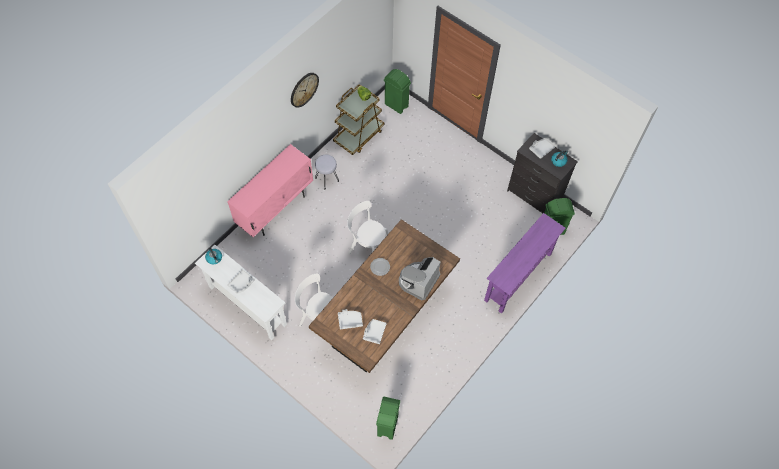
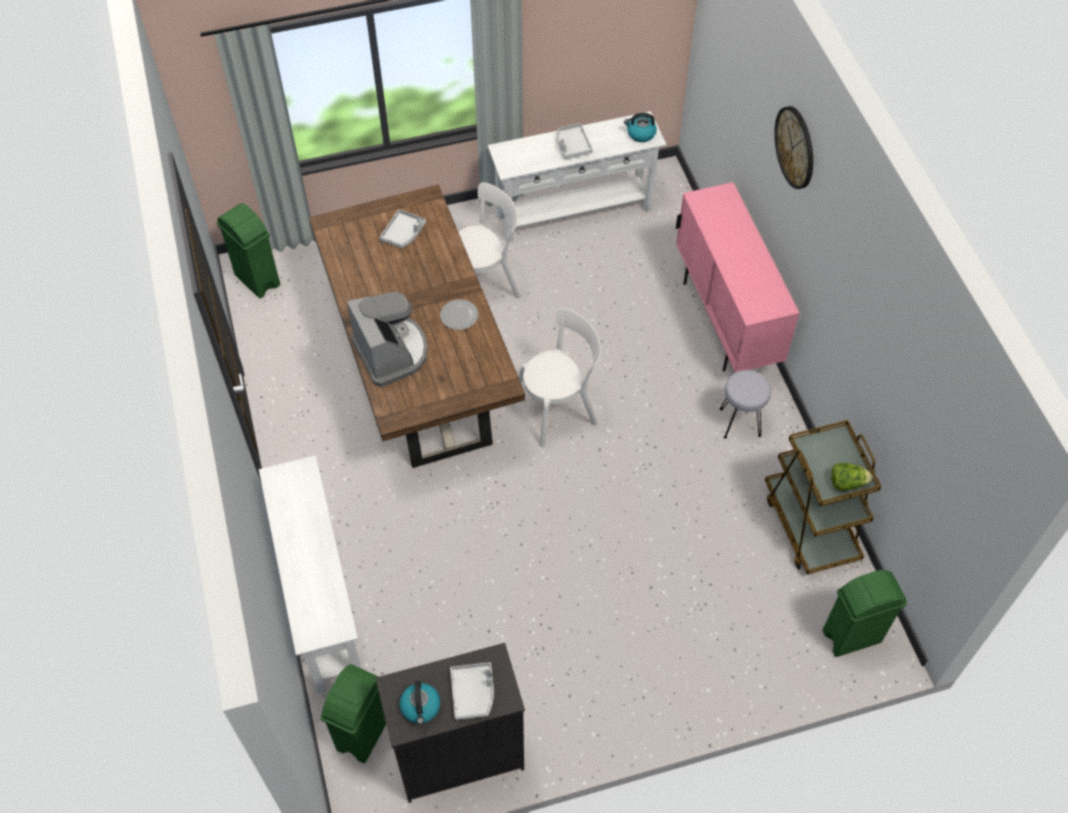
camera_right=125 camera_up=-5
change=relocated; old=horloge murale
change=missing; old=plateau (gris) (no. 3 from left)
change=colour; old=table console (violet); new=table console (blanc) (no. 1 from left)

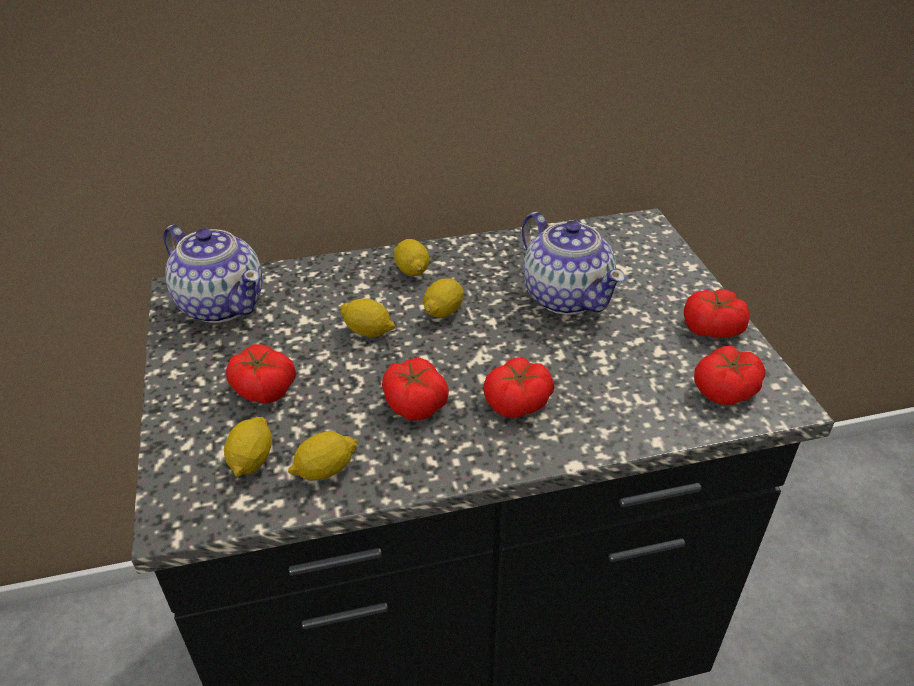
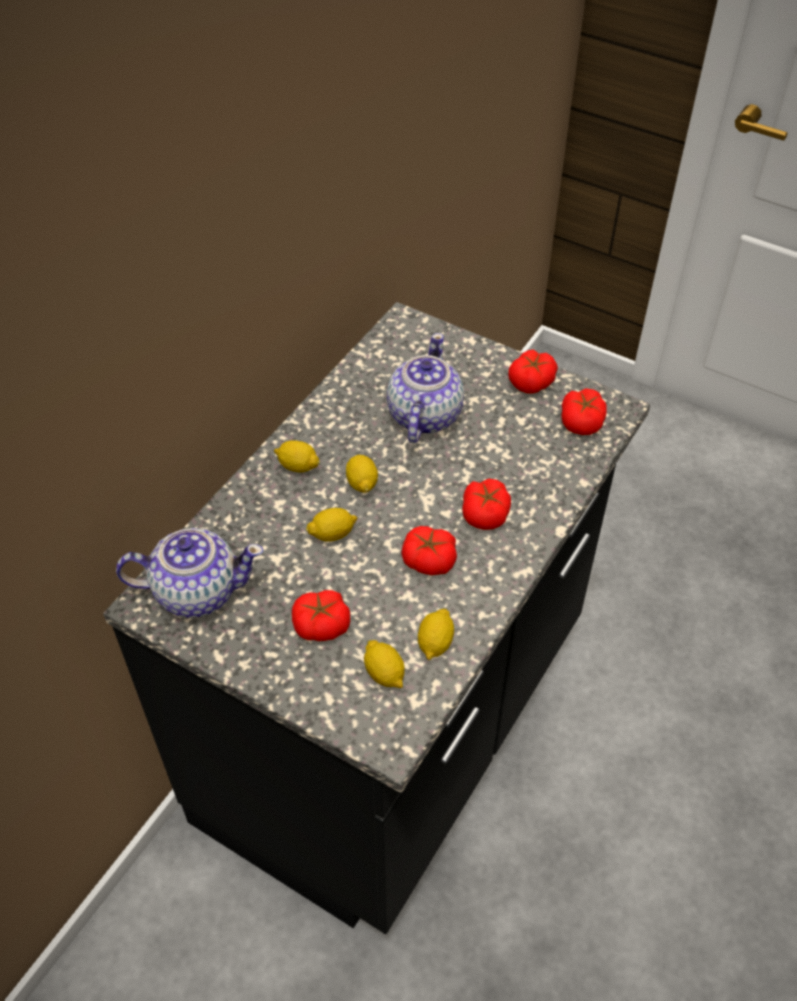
camera_right=-45 camera_up=10
change=spun; old=théière (no. 2 from left); degrees=-90

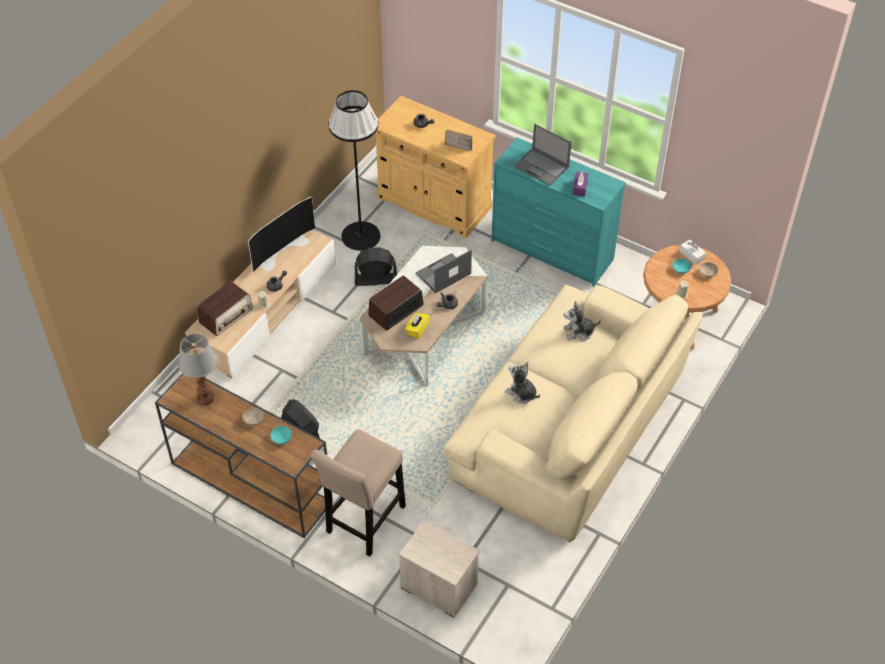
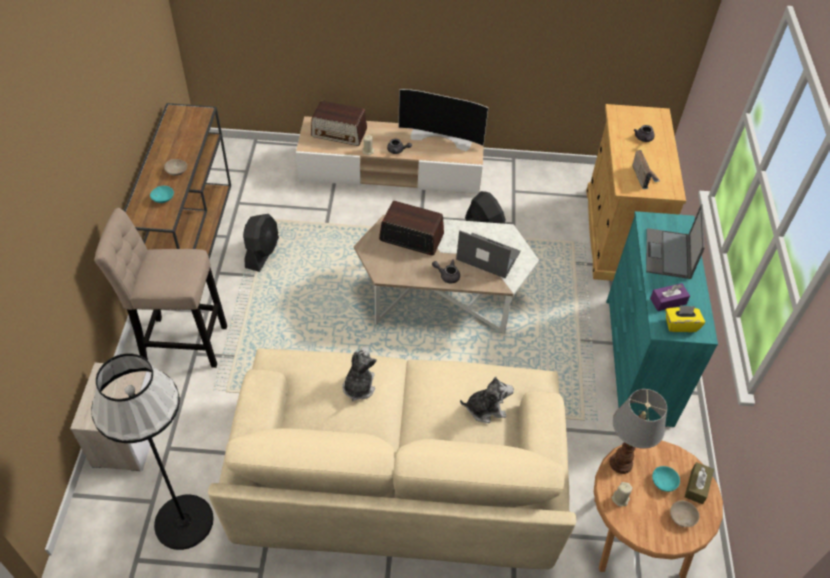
camera_right=60 camera_up=0
change=relocated; old=lampe de table
change=relocated; old=lampadaire (noir)
change=relocated; old=boîte à mouchoirs (jaune)
change=spun; old=peluche (no. 2 from left); degrees=120
change=colour; old=boîte à mouchoirs (blanc); new=boîte à mouchoirs (marron)

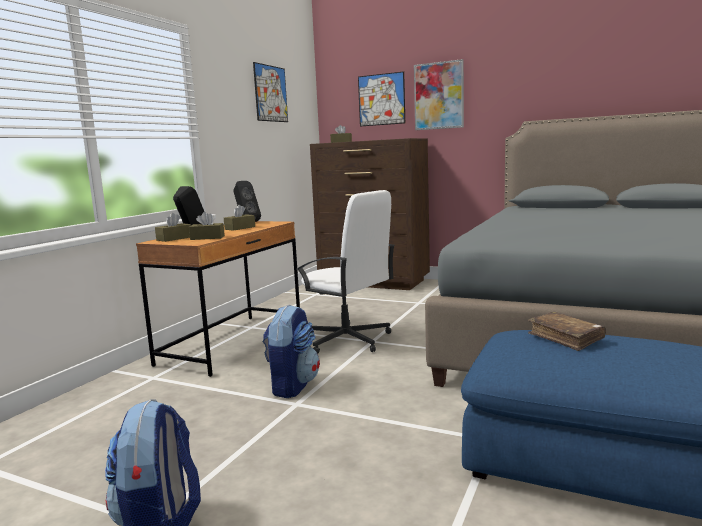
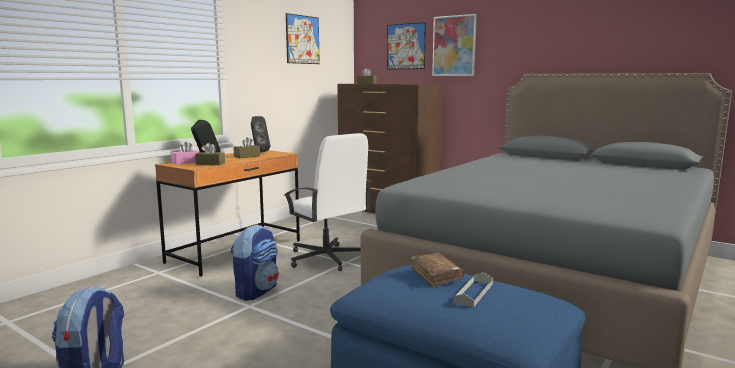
camera_right=10 camera_up=0
change=colour; old=boîte à mouchoirs (marron) (no. 1 from left); new=boîte à mouchoirs (rose)
change=appeared; new=plateau (gris)

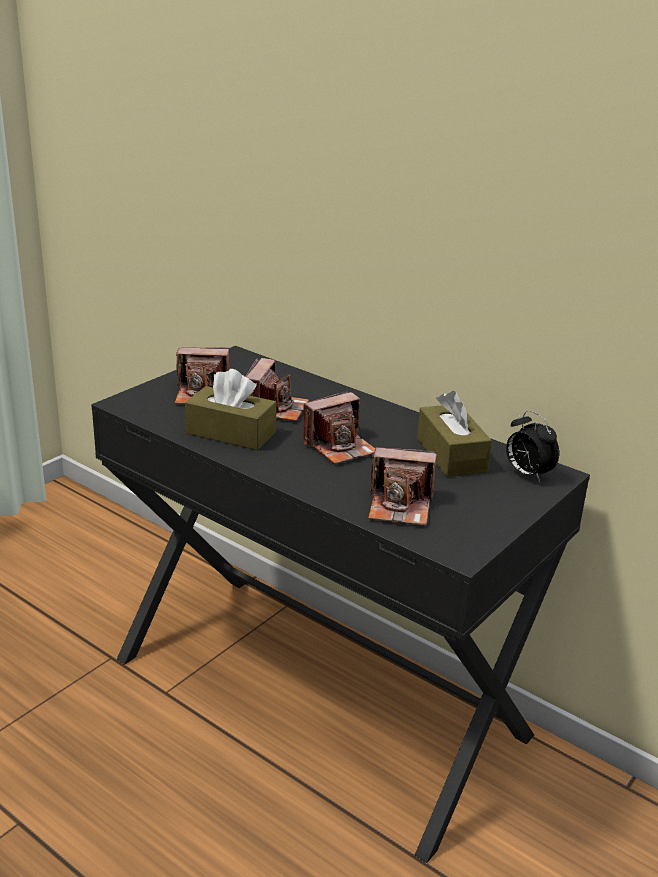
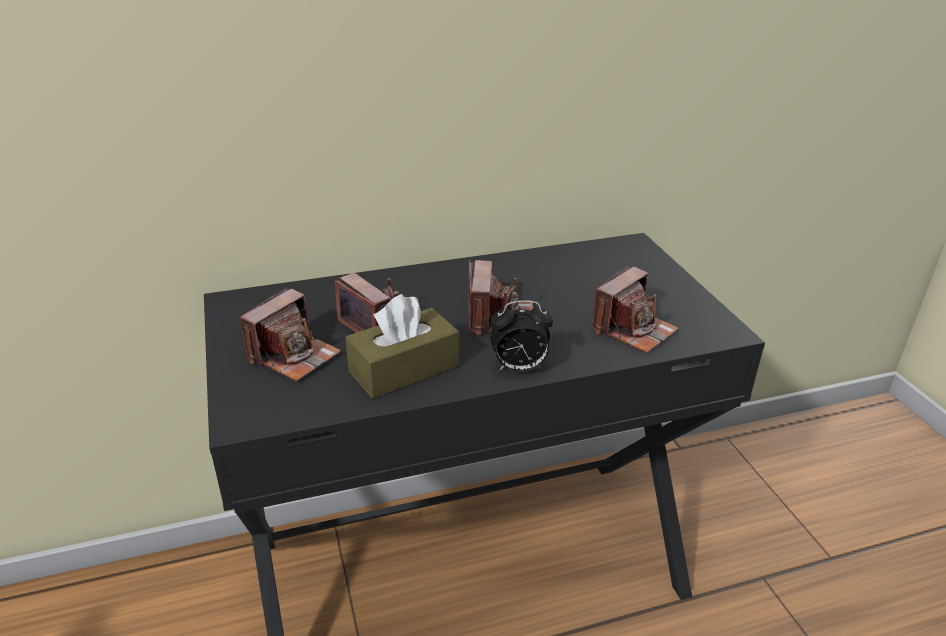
camera_right=-55 camera_up=5
change=missing; old=boîte à mouchoirs (marron) (no. 2 from left)
change=relocated; old=réveil

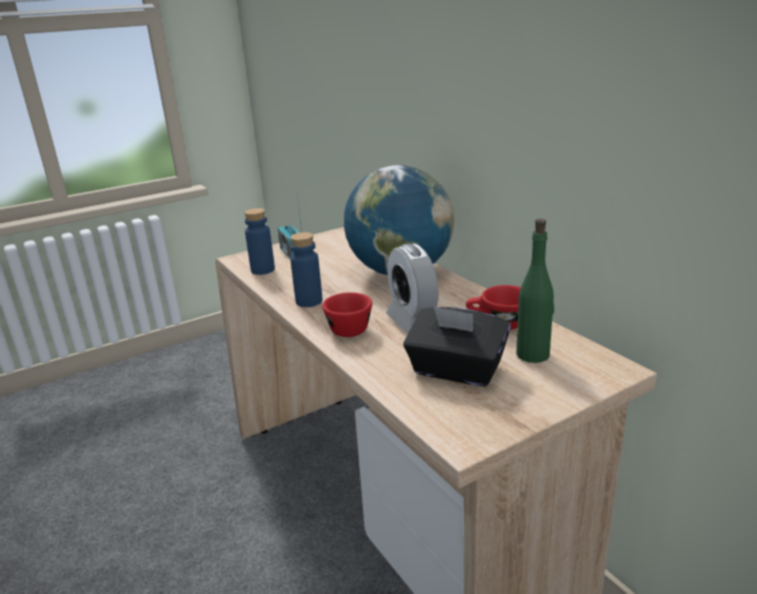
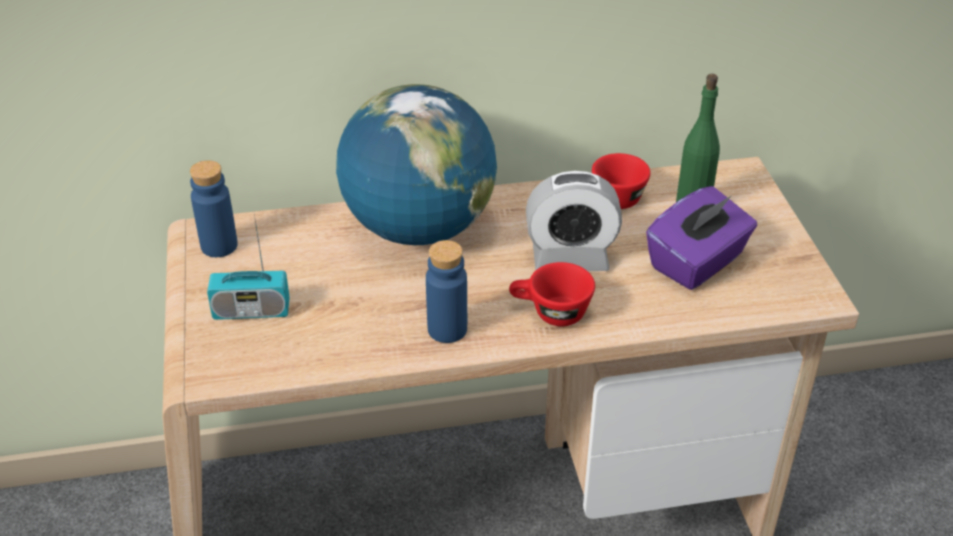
camera_right=-70 camera_up=15
change=relocated; old=bouteille (bleu) (no. 1 from left)
change=colour; old=boîte à mouchoirs (noir); new=boîte à mouchoirs (violet)

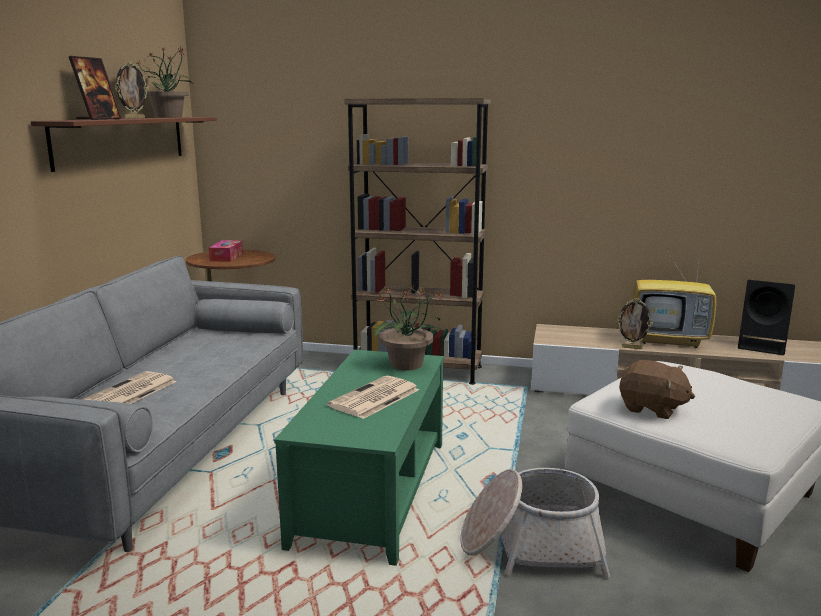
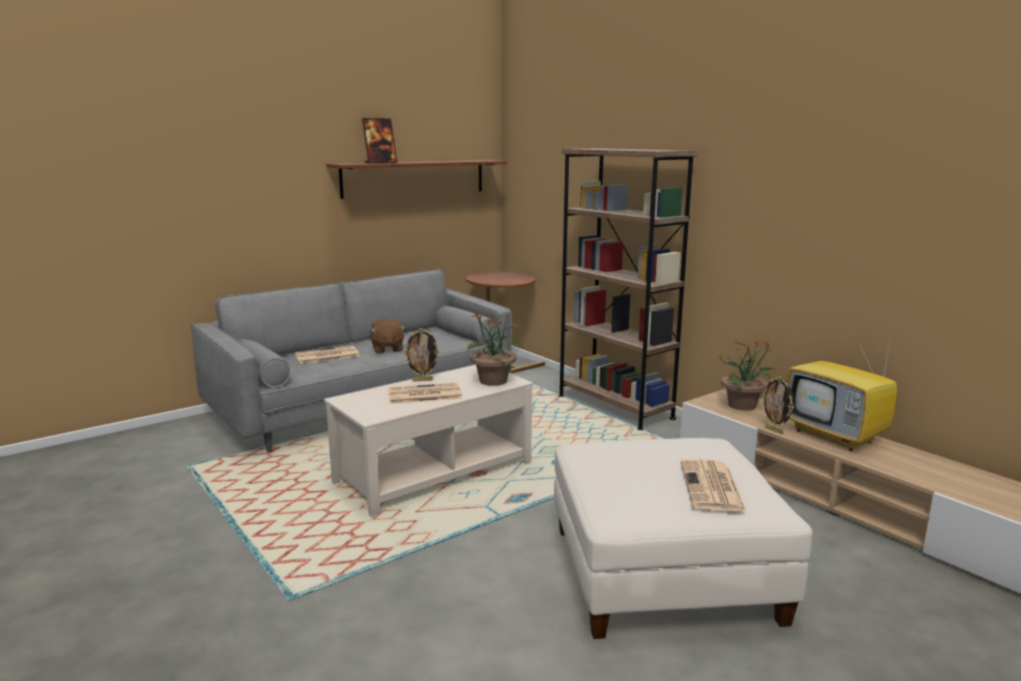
camera_right=40 camera_up=0
change=relocated; old=cadre photo (no. 2 from left)
change=relocated; old=plante en pot (no. 1 from left in the first image); new=plante en pot (no. 2 from left)
change=missing; old=boîte à mouchoirs
change=colour; old=table basse (vert); new=table basse (beige)
change=missing; old=panier
change=relocated; old=peluche (marron)
change=missing; old=enceinte (noir)
change=appeared; new=journal (no. 3 from left)

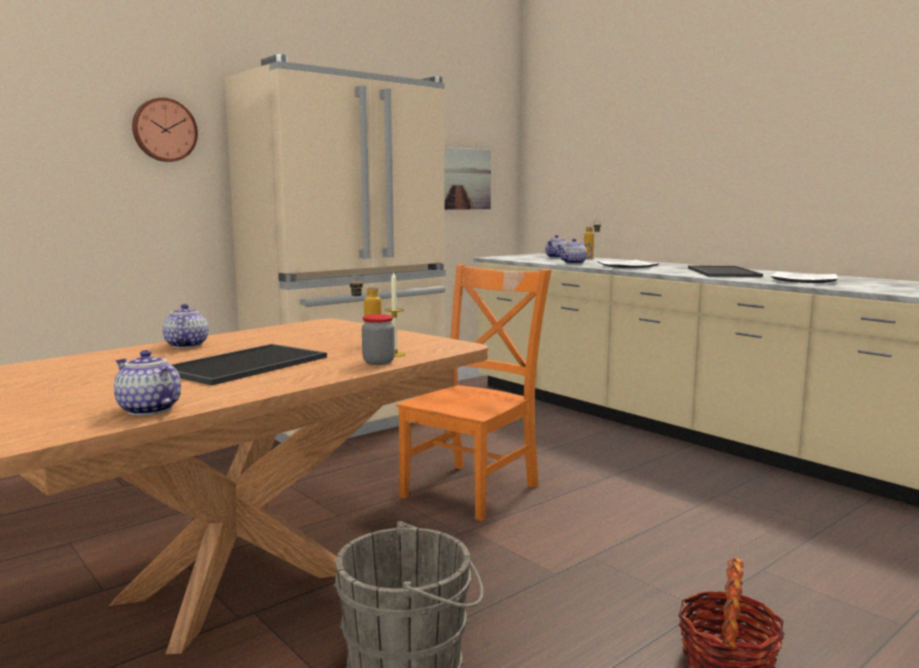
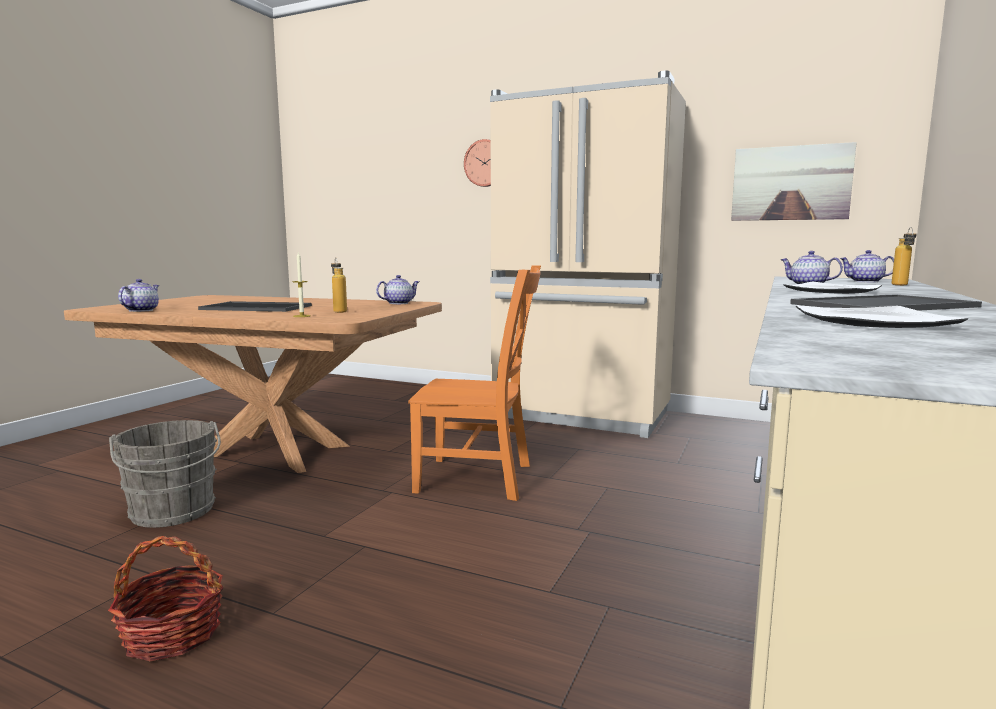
camera_right=65 camera_up=0
change=relocated; old=théière (no. 2 from left)
change=missing; old=bocal

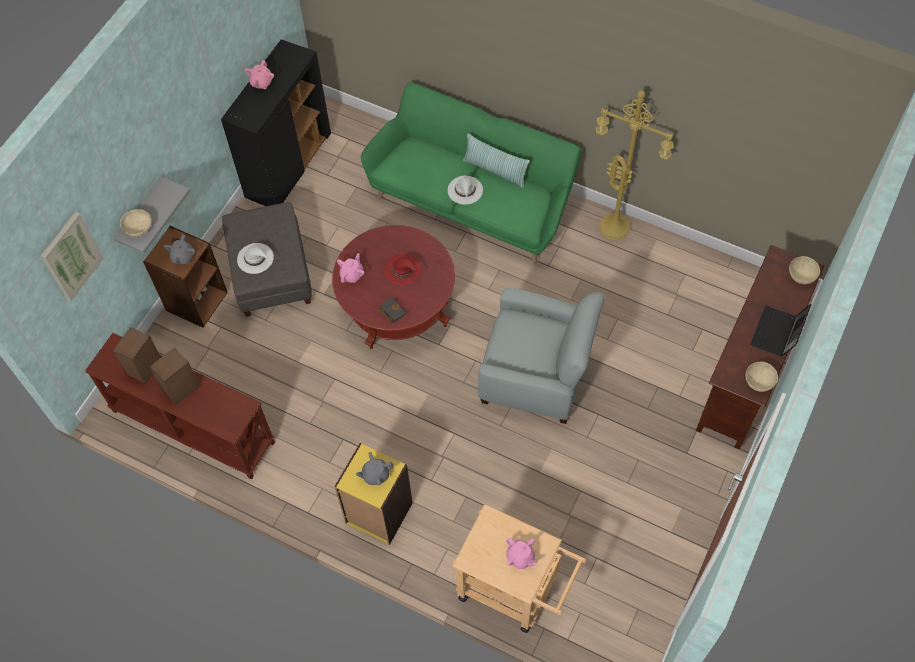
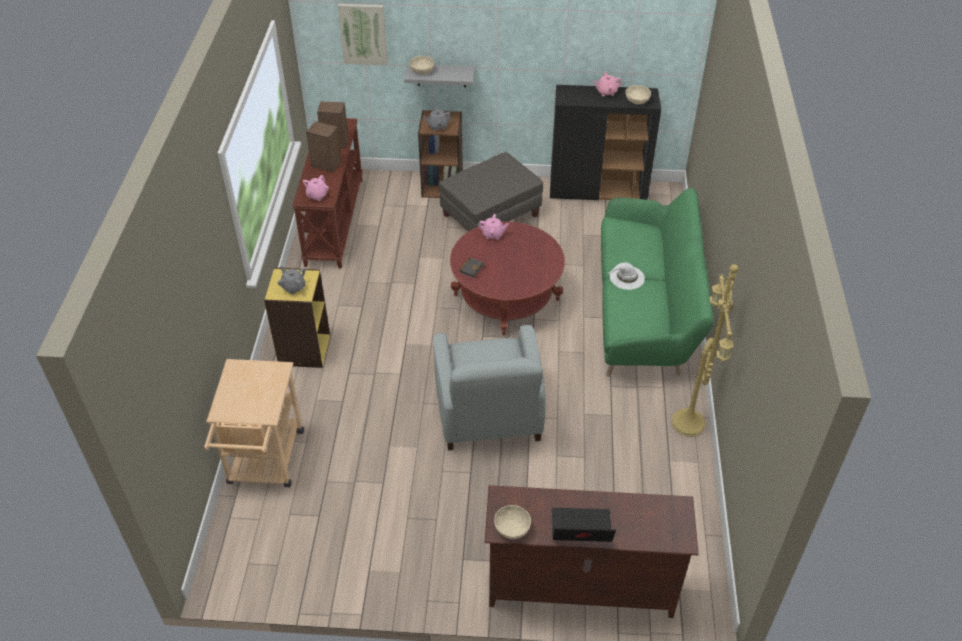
camera_right=65 camera_up=-15
change=missing; old=chapeau (blanc) (no. 1 from left)
change=missing; old=chapeau (rouge)
change=missing; old=coussin
change=relocated; old=théière (rose) (no. 3 from left in the first image); new=théière (rose) (no. 1 from left)
change=relocated; old=bol (beige) (no. 3 from left)

